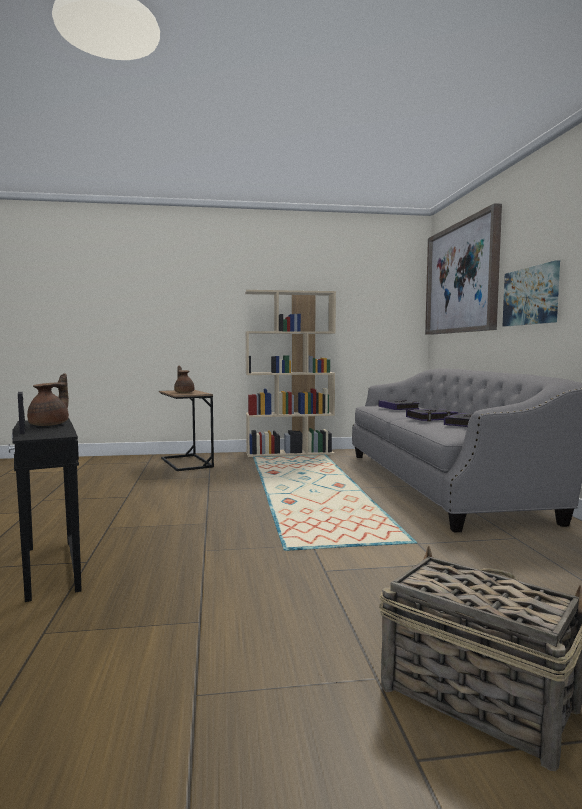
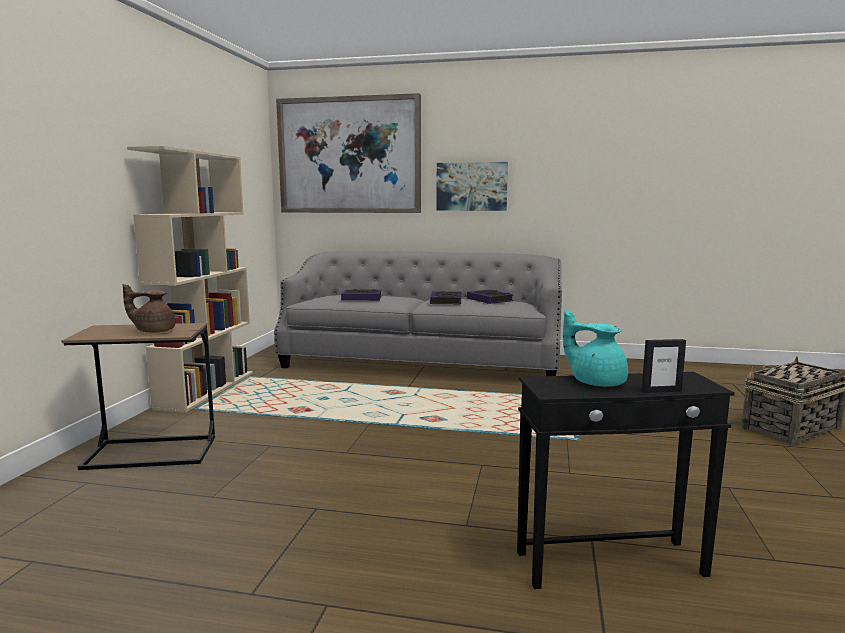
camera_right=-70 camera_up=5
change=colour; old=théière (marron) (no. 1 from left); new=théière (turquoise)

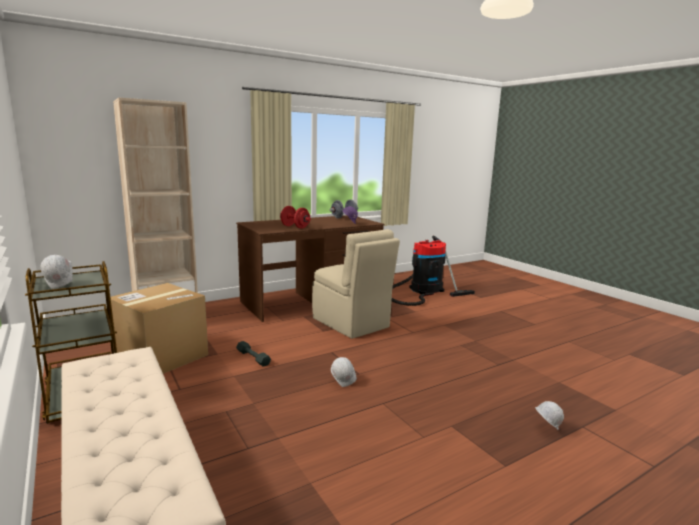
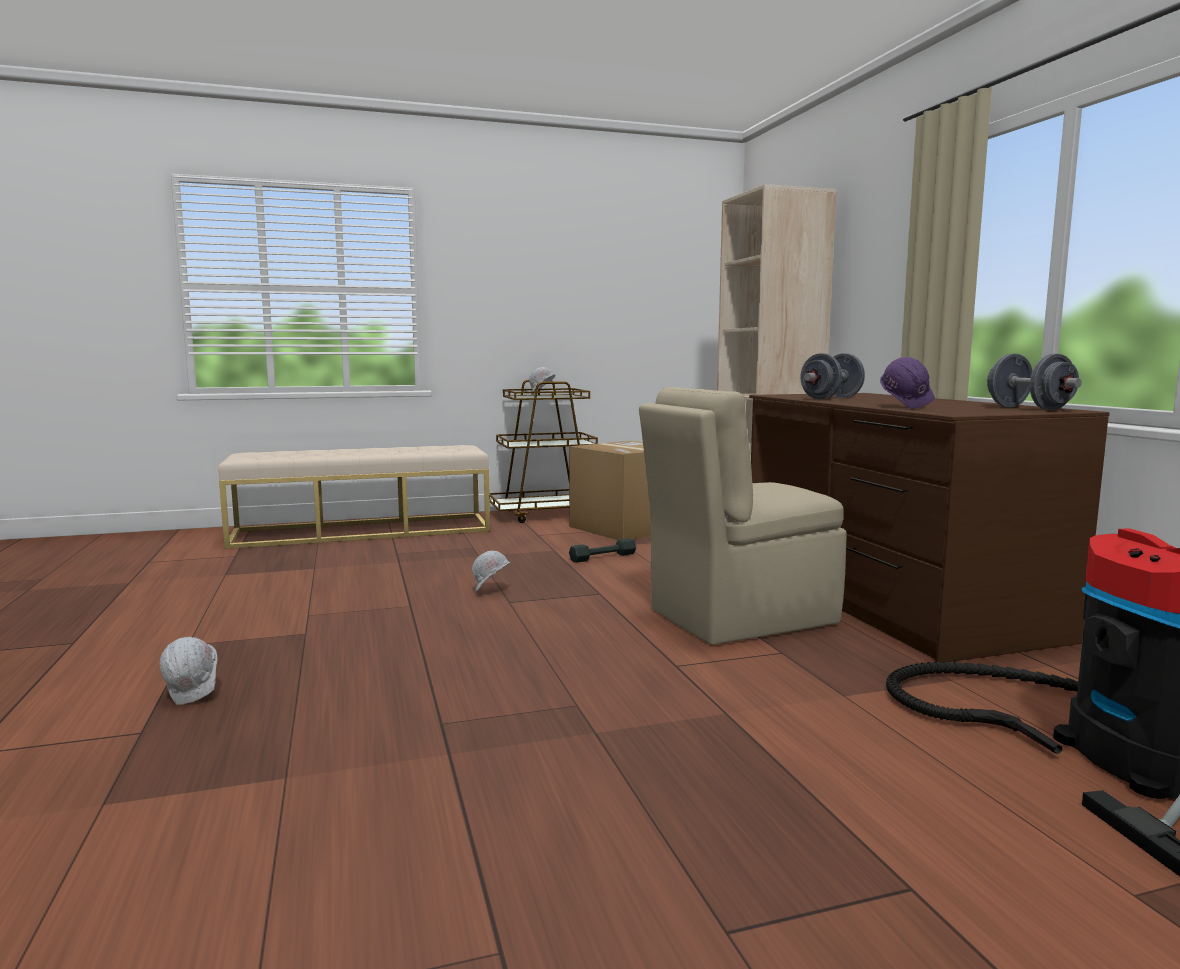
camera_right=105 camera_up=-5
change=colour; old=haltère (rouge); new=haltère (gris) (no. 2 from left)

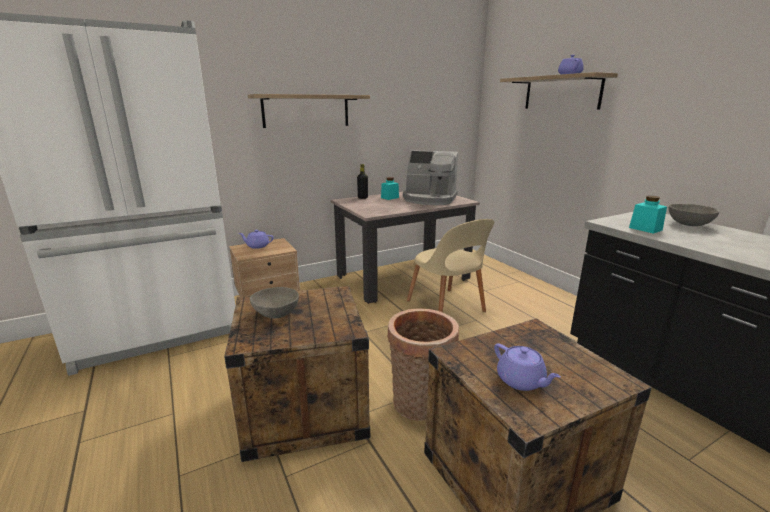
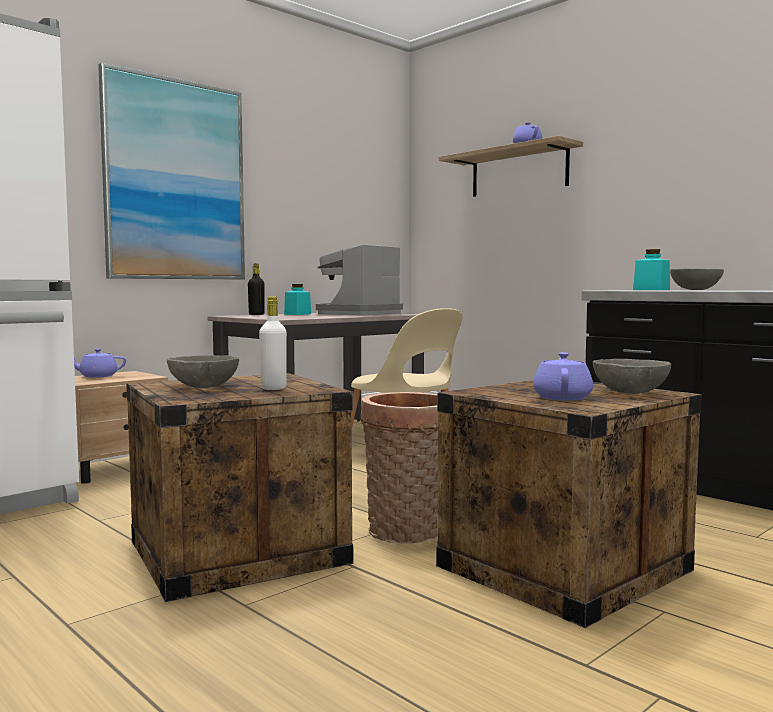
camera_right=-15 camera_up=-15
change=exchanged; old=étagère (no. 1 from left); new=tableau
change=spun; old=machine à café; degrees=120
change=spun; old=théière (violet) (no. 2 from left in the first image); degrees=-120
change=appeared; new=bouteille (blanc)
change=appeared; new=bol (gris) (no. 2 from left)

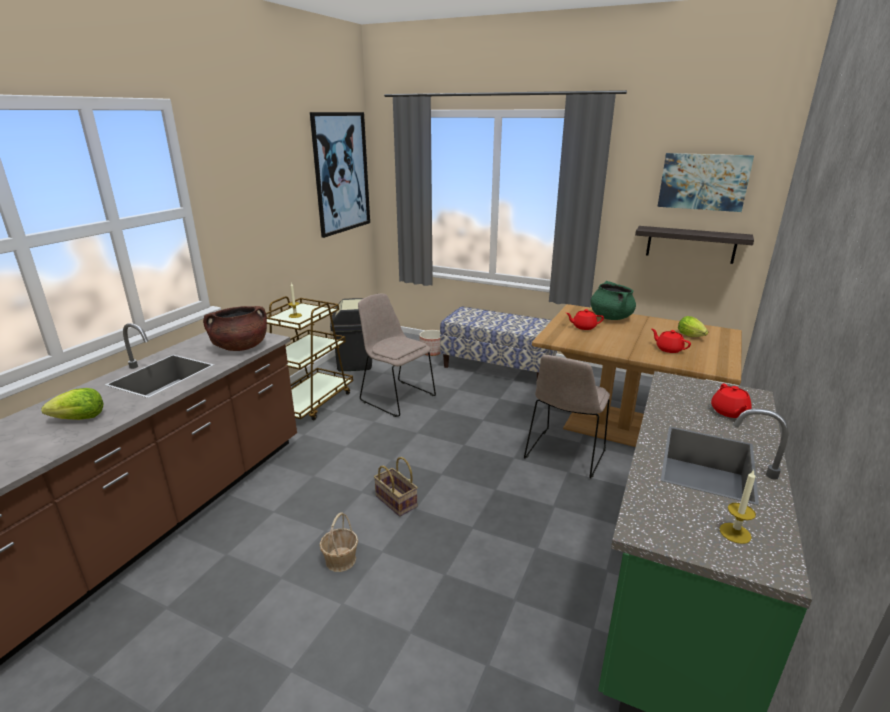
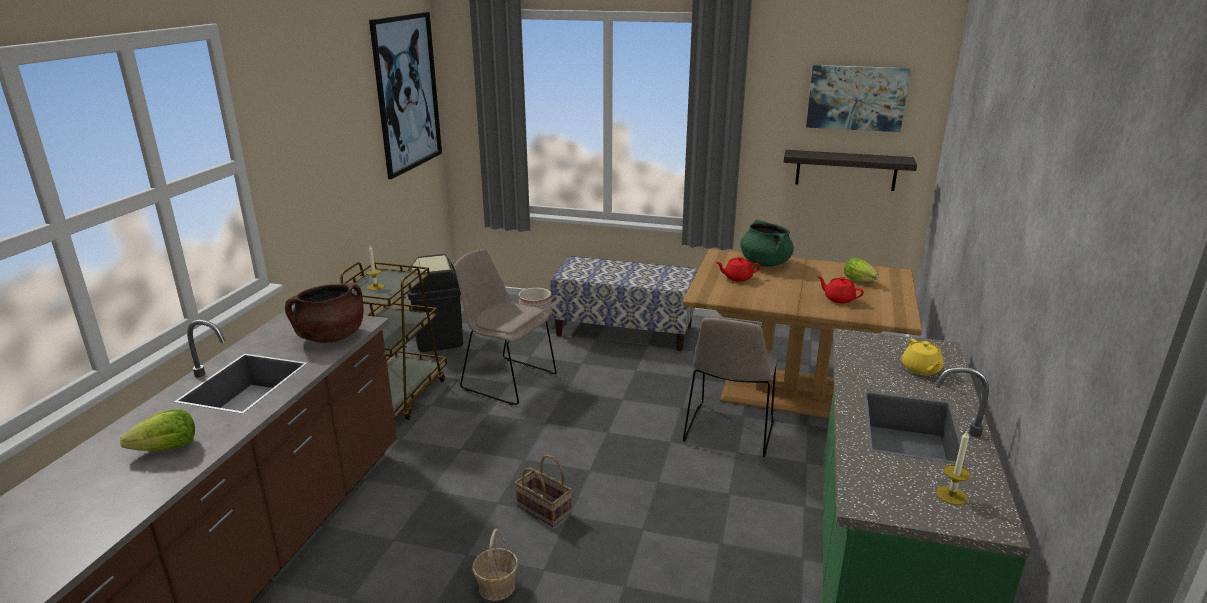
camera_right=-10 camera_up=0
change=colour; old=théière (rouge) (no. 3 from left); new=théière (jaune)

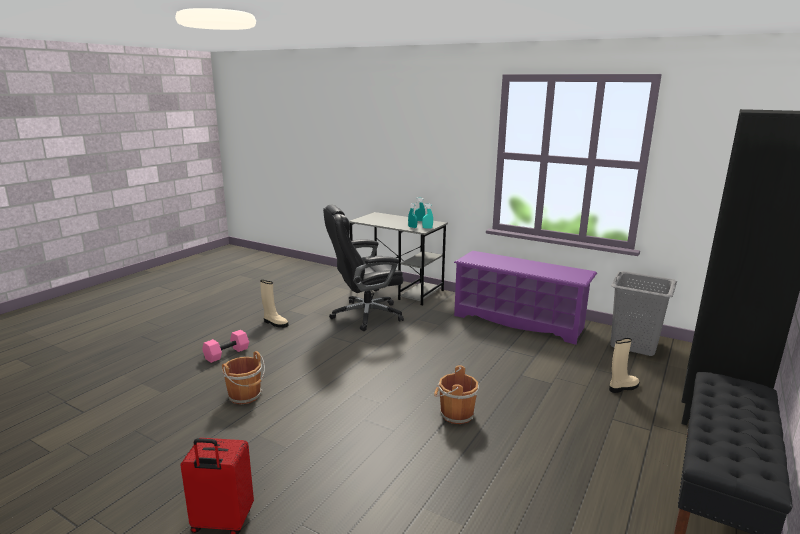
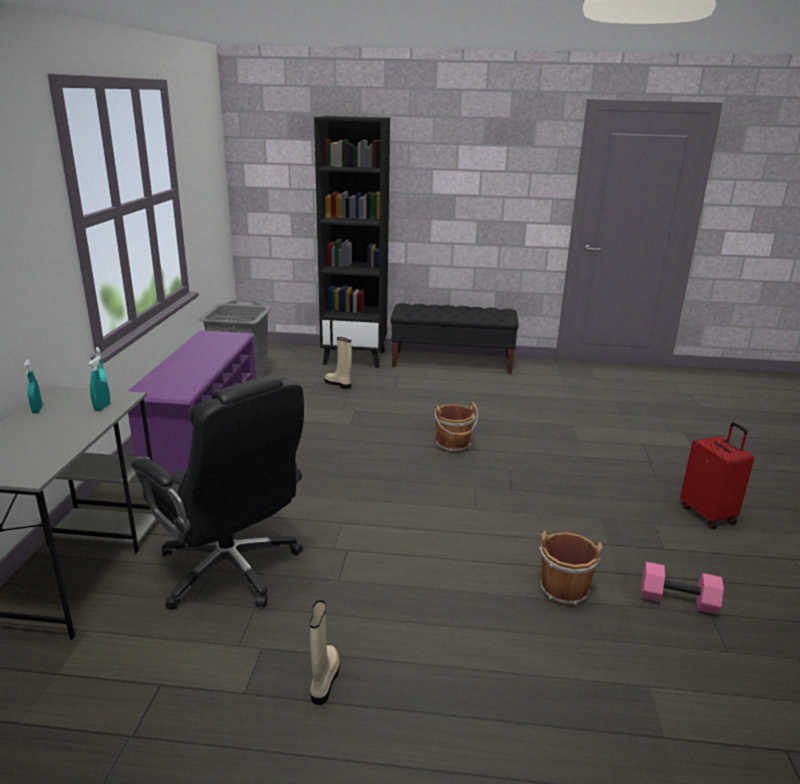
camera_right=-115 camera_up=5
change=relocated; old=haltère (rose)

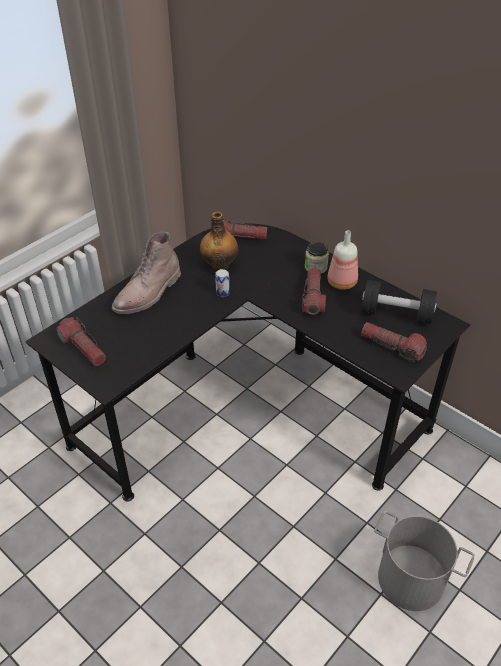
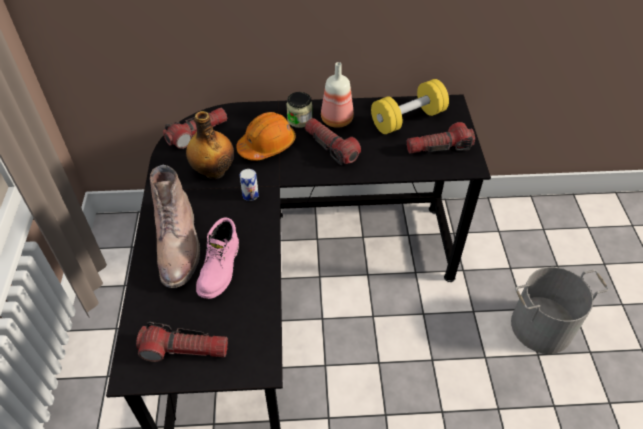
camera_right=-45 camera_up=5
change=colour; old=haltère (noir); new=haltère (jaune)
change=appeared; new=botte (rose)
change=appeared; new=casque de chantier (orange)

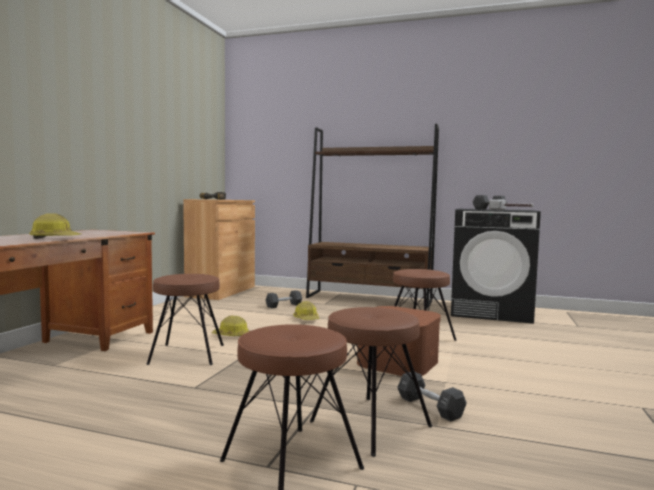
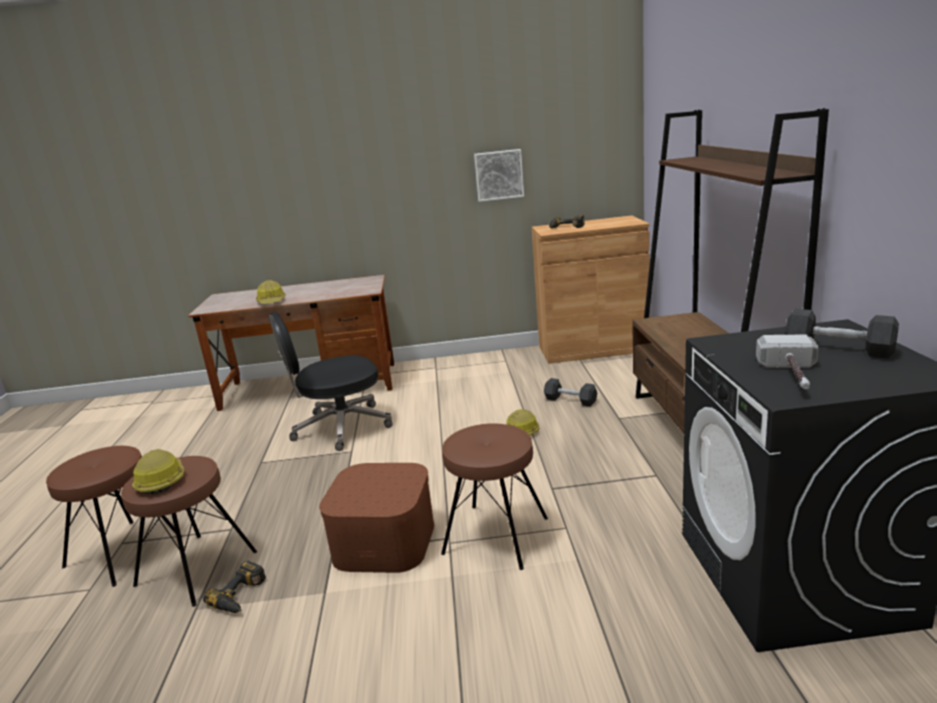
camera_right=70 camera_up=15
change=exchanged; old=tabouret (marron) (no. 1 from left); new=chaise de bureau (noir)
change=relocated; old=casque de chantier (no. 2 from left in the first image); new=casque de chantier (no. 1 from left)
change=exchanged; old=haltère (noir) (no. 2 from left); new=perceuse (no. 1 from left)
change=appeared; new=tableau

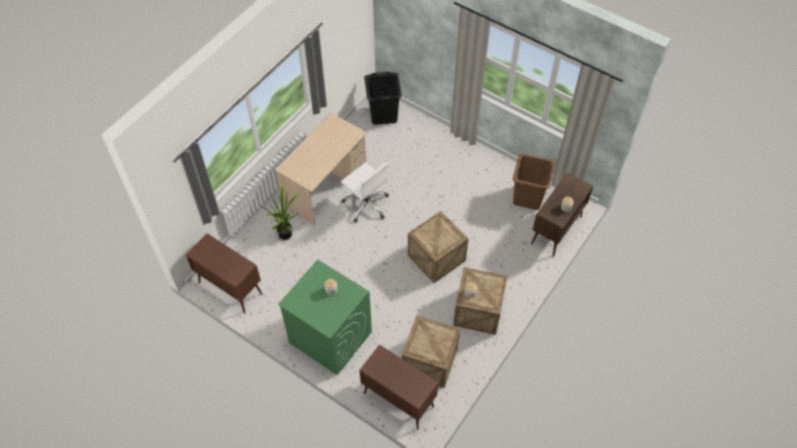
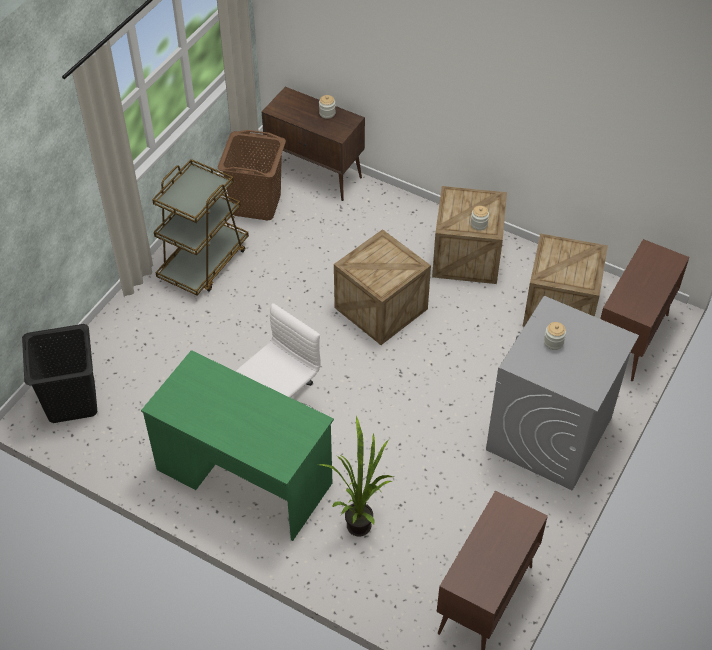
camera_right=-95 camera_up=-5
change=colour; old=bureau (beige); new=bureau (vert)
change=colour; old=lave-linge (vert); new=lave-linge (gris)
change=appeared; new=chariot (marron)

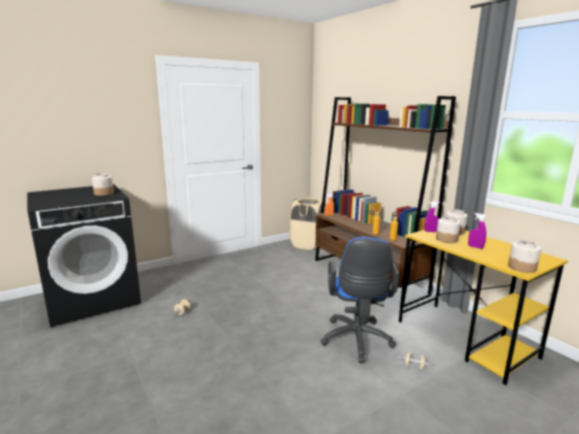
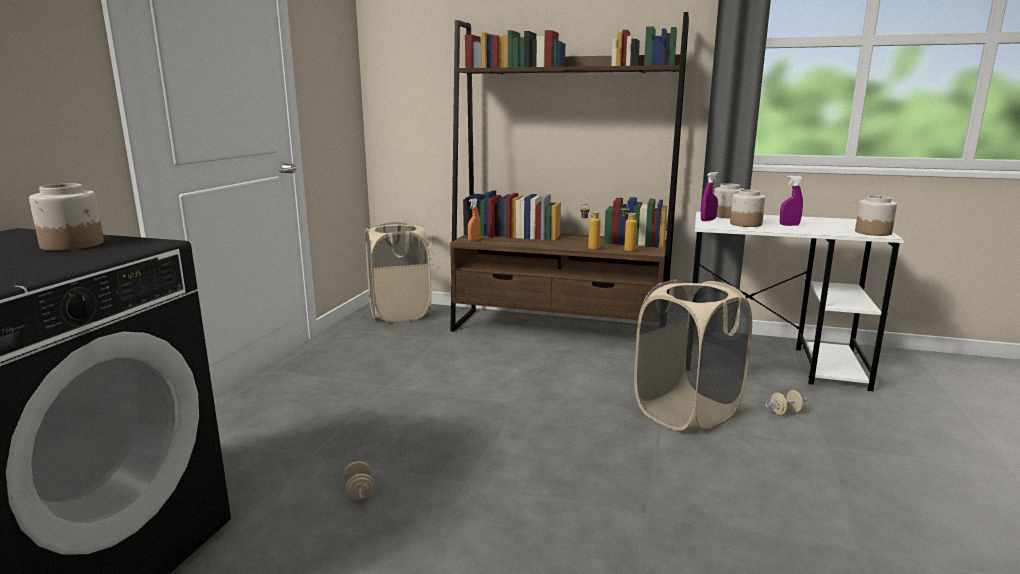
camera_right=-40 camera_up=0
change=exchanged; old=chaise de bureau (bleu); new=panier à linge (beige) (no. 2 from left)
change=colour; old=bureau (jaune); new=bureau (blanc)

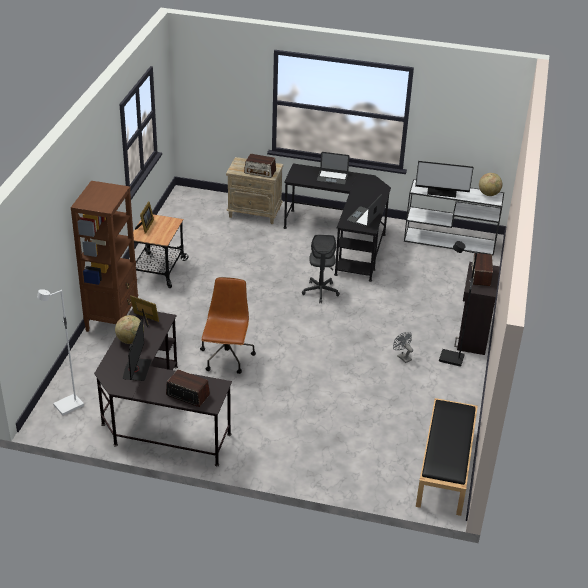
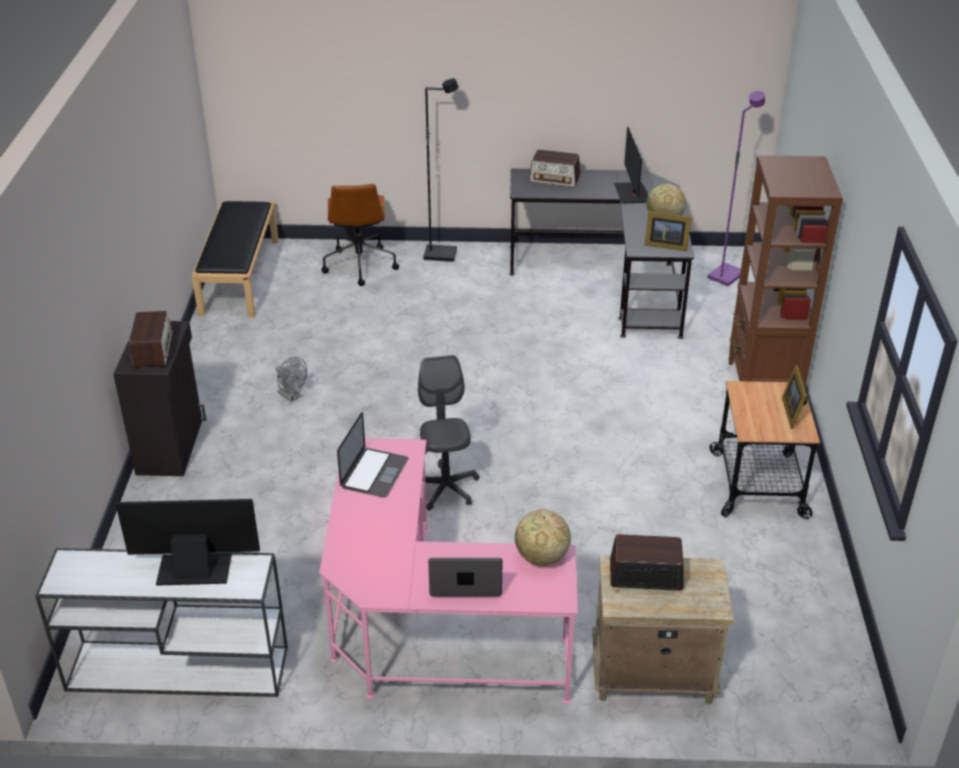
camera_right=170 camera_up=0
change=colour; old=lampadaire (blanc); new=lampadaire (violet)
change=relocated; old=chaise de bureau (marron)
change=colour; old=bureau (noir) (no. 2 from left); new=bureau (rose)
change=relocated; old=lampadaire (noir)
change=relocated; old=globe (no. 2 from left in the first image); new=globe (no. 1 from left)

